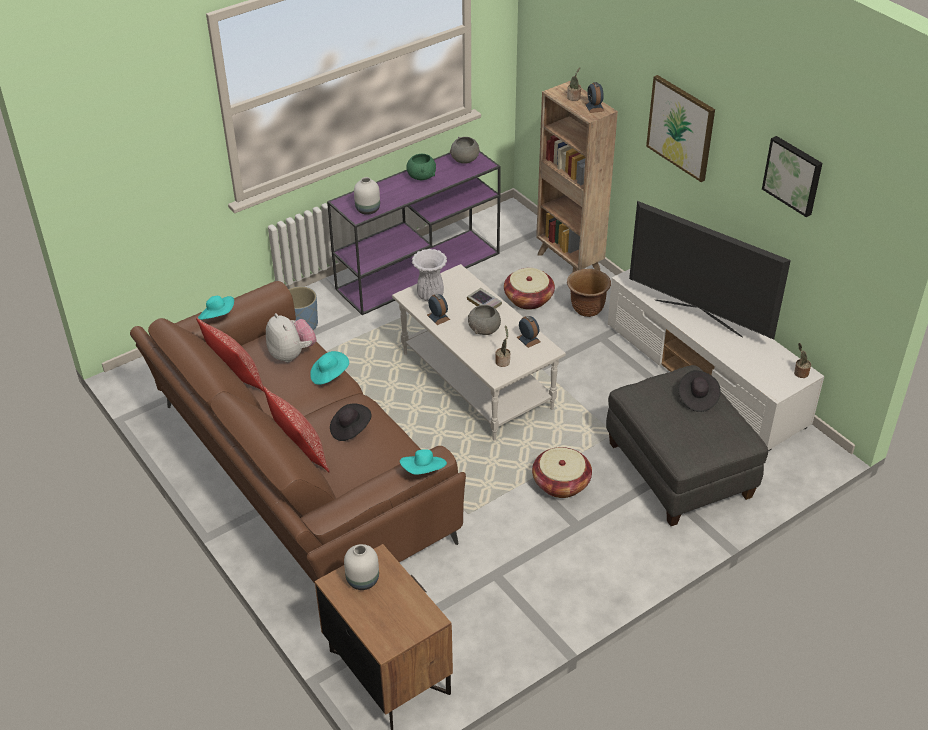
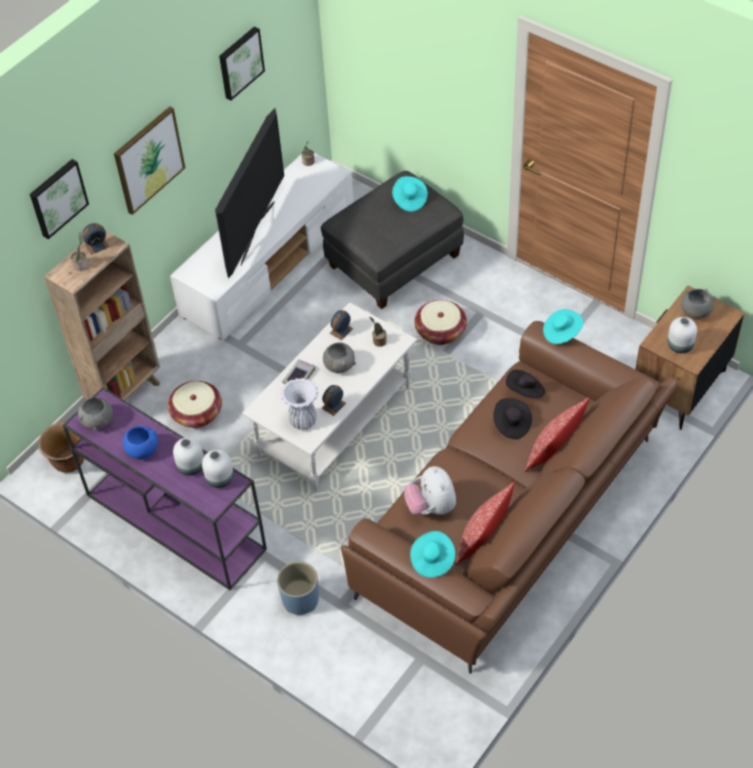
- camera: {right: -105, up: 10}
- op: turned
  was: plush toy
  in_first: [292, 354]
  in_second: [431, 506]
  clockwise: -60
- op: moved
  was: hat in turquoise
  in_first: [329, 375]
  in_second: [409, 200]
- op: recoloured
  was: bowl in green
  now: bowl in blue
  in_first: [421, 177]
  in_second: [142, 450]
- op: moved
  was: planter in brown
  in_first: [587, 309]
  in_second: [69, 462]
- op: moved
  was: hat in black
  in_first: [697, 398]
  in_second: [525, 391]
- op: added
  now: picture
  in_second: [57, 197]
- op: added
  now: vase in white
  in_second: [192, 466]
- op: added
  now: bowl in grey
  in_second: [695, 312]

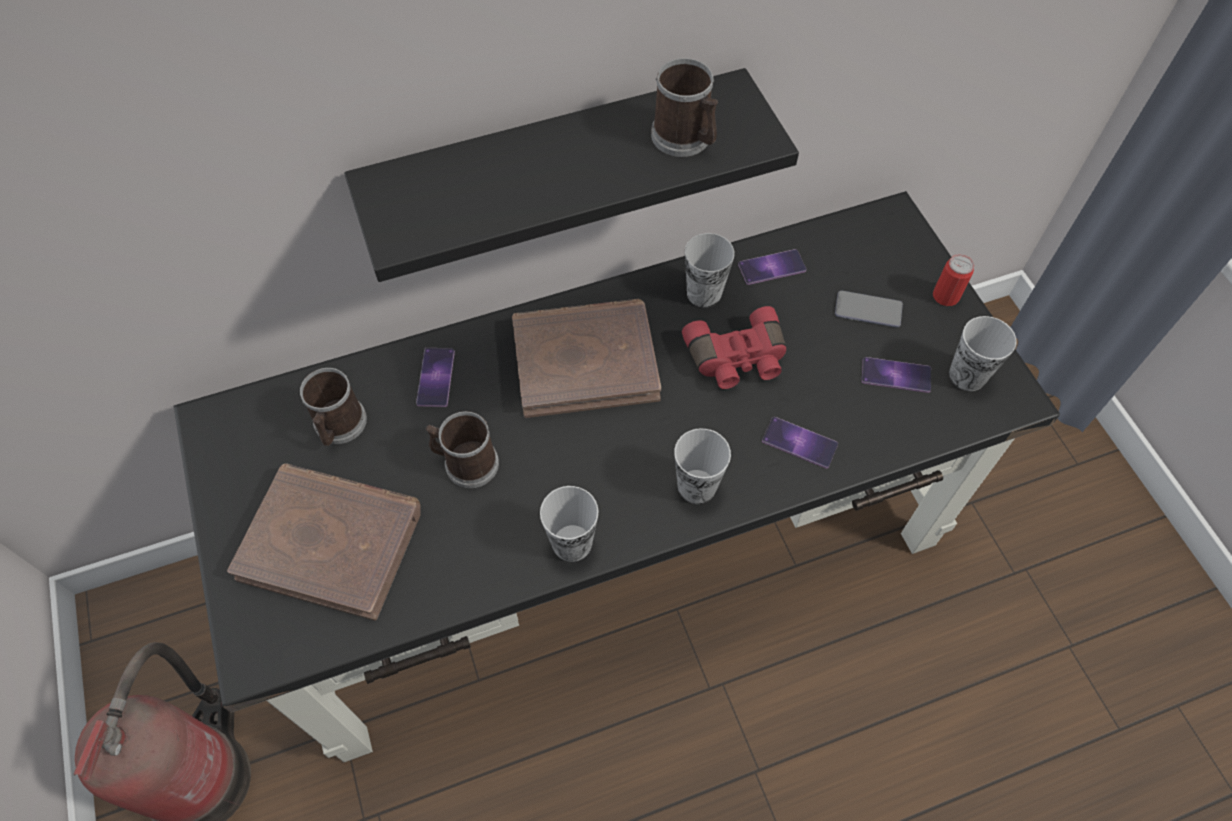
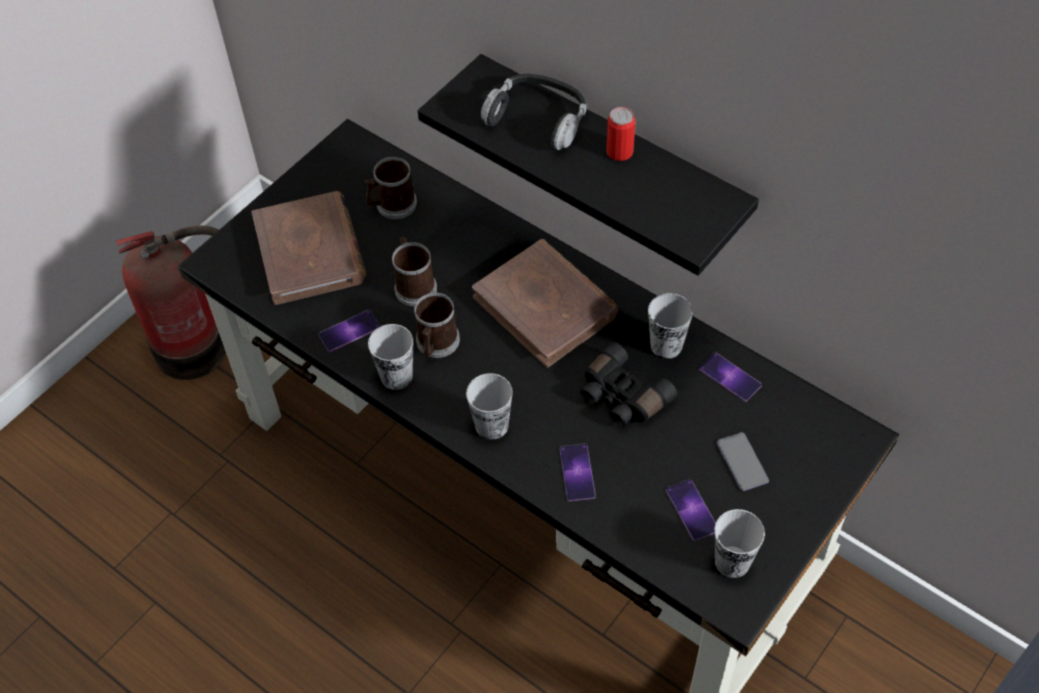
- camera: {right: 60, up: -5}
- op: moved
  was: phone
  in_first: [435, 377]
  in_second: [349, 331]
- op: moved
  was: mug
  in_first: [685, 139]
  in_second: [436, 344]
- op: recoloured
  was: binoculars in red
  now: binoculars in black
  in_first: [737, 359]
  in_second: [621, 397]
- op: moved
  was: can
  in_first: [945, 296]
  in_second: [619, 152]
- op: added
  now: headphones
  in_second: [538, 118]

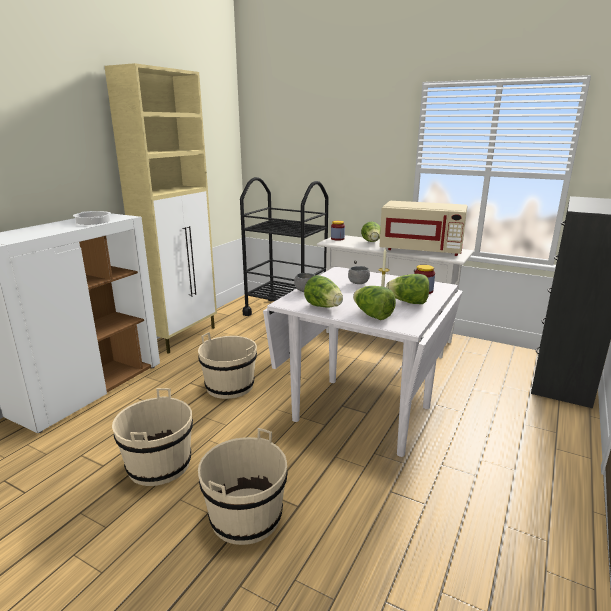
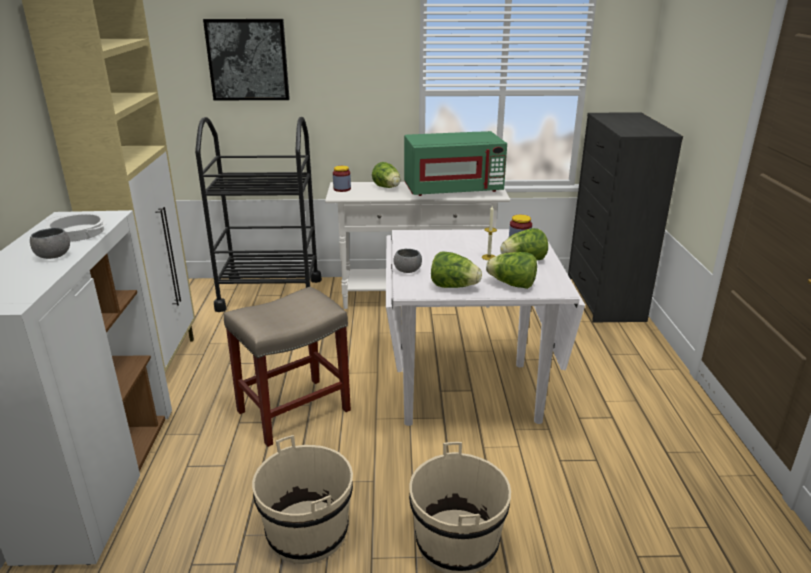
- camera: {right: -30, up: 5}
- op: replaced
  was: bucket in beige
  now: stool in beige
  in_first: [230, 386]
  in_second: [295, 410]
- op: moved
  was: bowl in grey
  in_first: [358, 283]
  in_second: [53, 256]
- op: recoloured
  was: microwave in beige
  now: microwave in green
  in_first: [421, 250]
  in_second: [453, 190]
- op: added
  now: picture
  in_second: [248, 60]

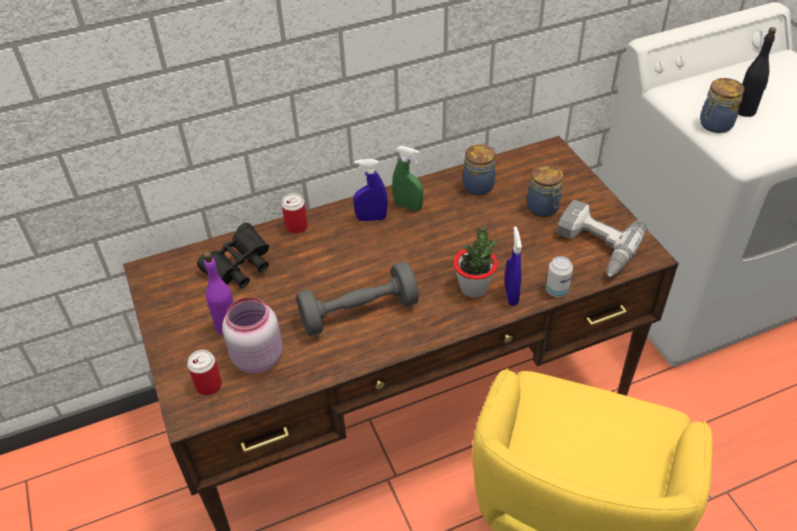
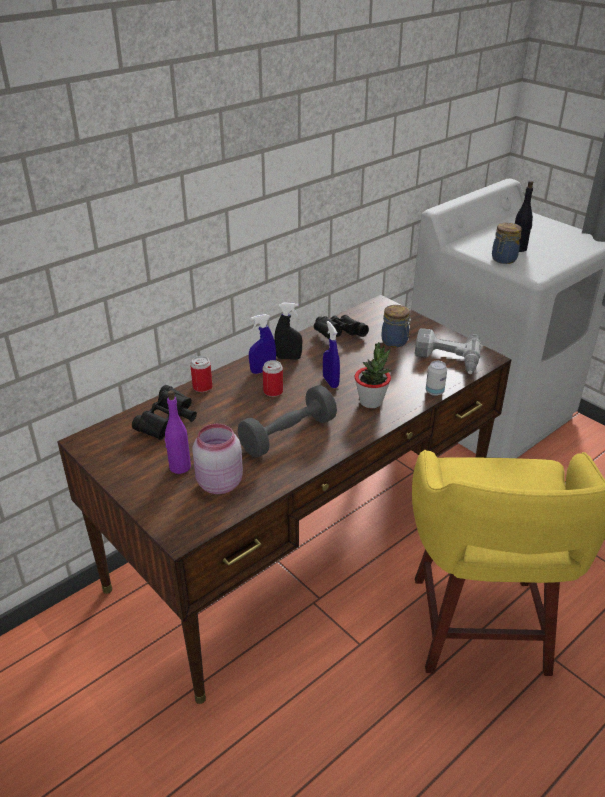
- camera: {right: -20, up: -10}
- op: moved
  was: can
  in_first: [208, 385]
  in_second: [273, 391]
- op: recoloured
  was: spray bottle in green
  now: spray bottle in black
  in_first: [408, 206]
  in_second: [288, 358]
- op: replaced
  was: jar
  now: binoculars in black
  in_first: [479, 186]
  in_second: [338, 335]
- op: moved
  was: spray bottle in blue
  in_first: [511, 295]
  in_second: [330, 382]

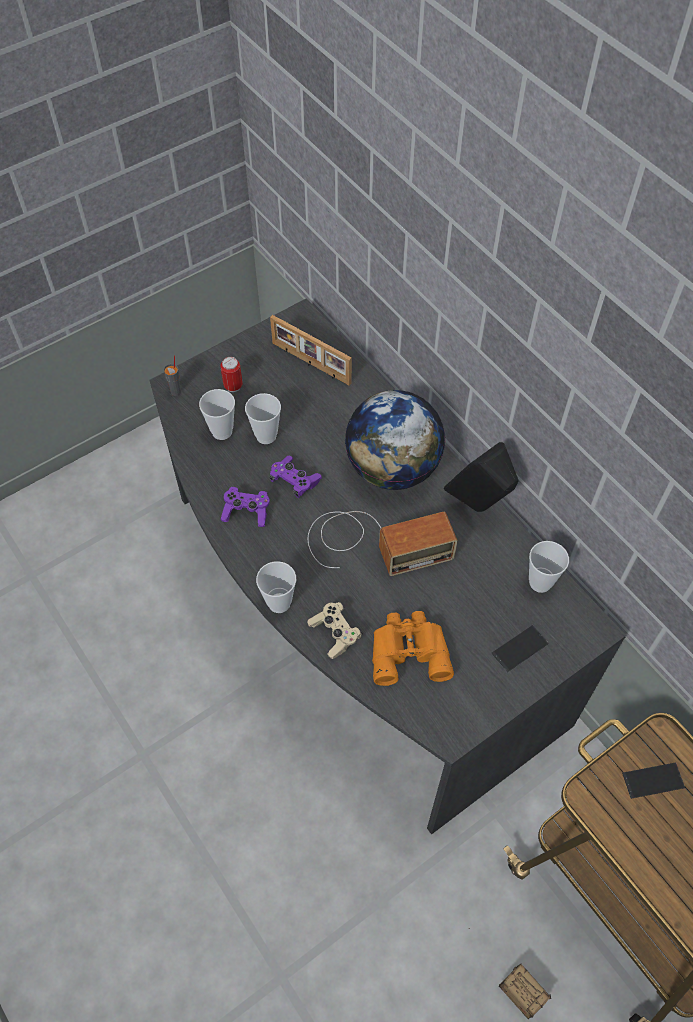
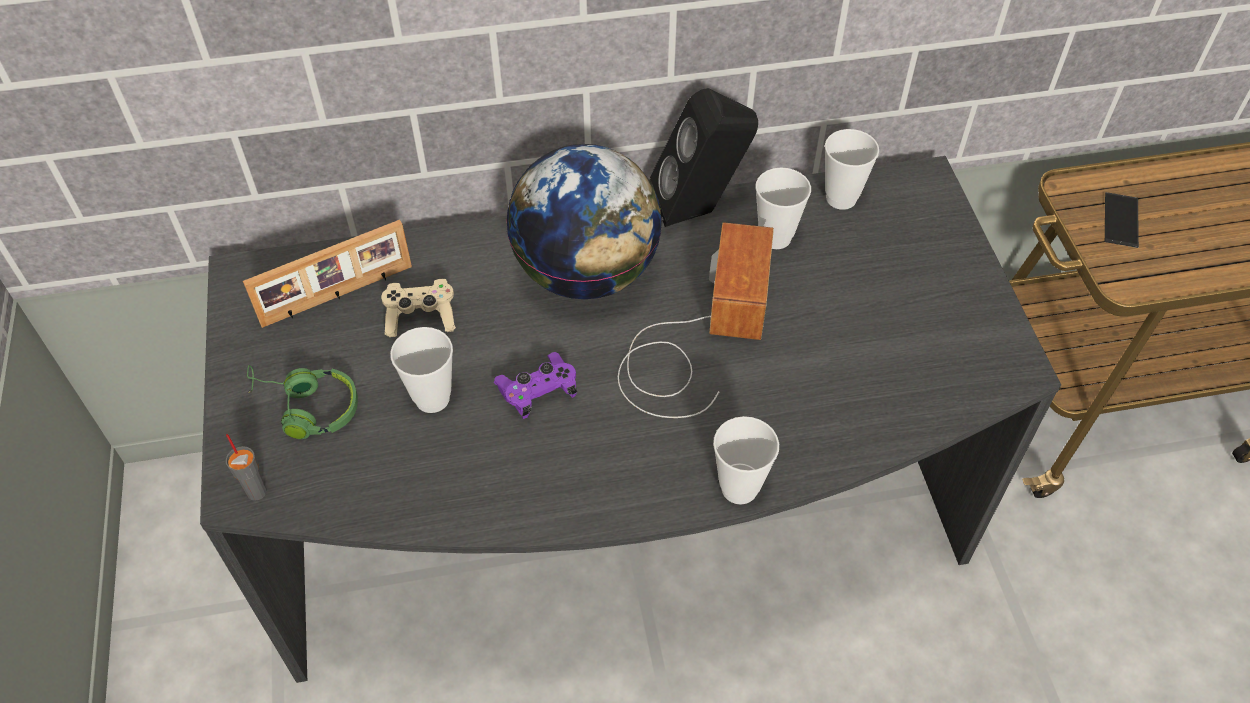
- camera: {right: -65, up: -5}
- op: moved
  was: cup
  in_first: [222, 431]
  in_second: [775, 237]
- op: replaced
  was: can
  now: headphones in green
  in_first: [233, 386]
  in_second: [306, 407]
- op: removed
  was: game controller in purple
  in_first: [246, 512]
- op: moved
  was: game controller in beige
  in_first: [335, 633]
  in_second: [421, 317]
- op: removed
  was: binoculars in orange
  in_first: [408, 650]
- op: removed
  was: storage box
  in_first: [502, 969]
- op: removed
  was: phone
  in_first: [519, 648]

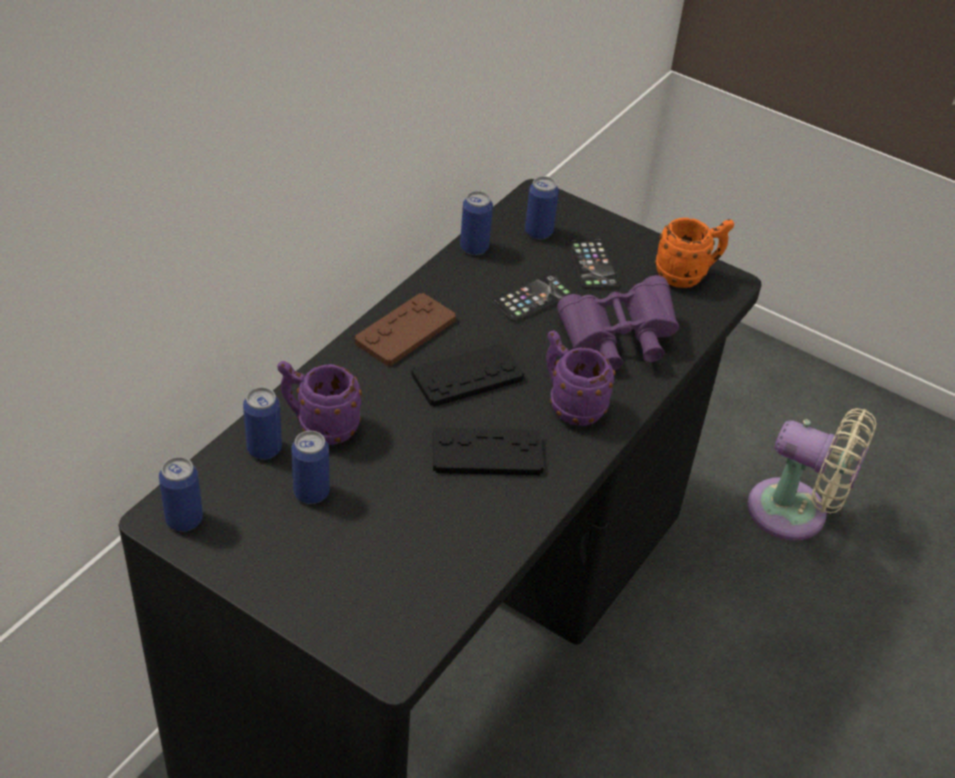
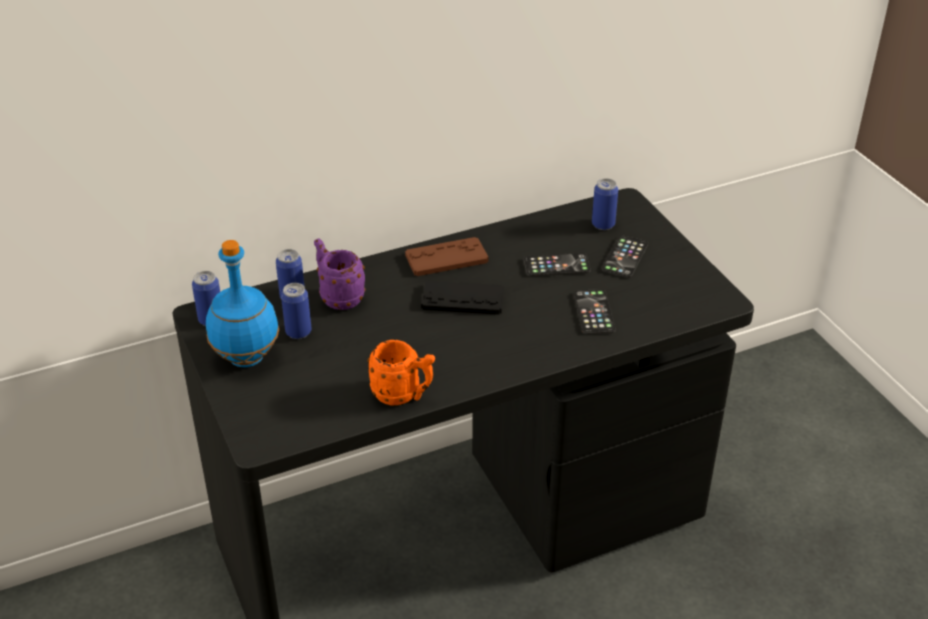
- camera: {right: 35, up: -5}
- op: removed
  was: game controller in black
  in_first: [487, 454]
- op: removed
  was: can
  in_first: [474, 247]
- op: removed
  was: mug in purple
  in_first: [570, 405]
- op: replaced
  was: binoculars in purple
  now: phone
  in_first: [617, 341]
  in_second: [594, 312]
- op: moved
  was: mug in orange
  in_first: [688, 275]
  in_second: [403, 395]
- op: removed
  was: fan in beige
  in_first: [795, 514]
- op: added
  now: bottle in blue
  in_second: [247, 358]

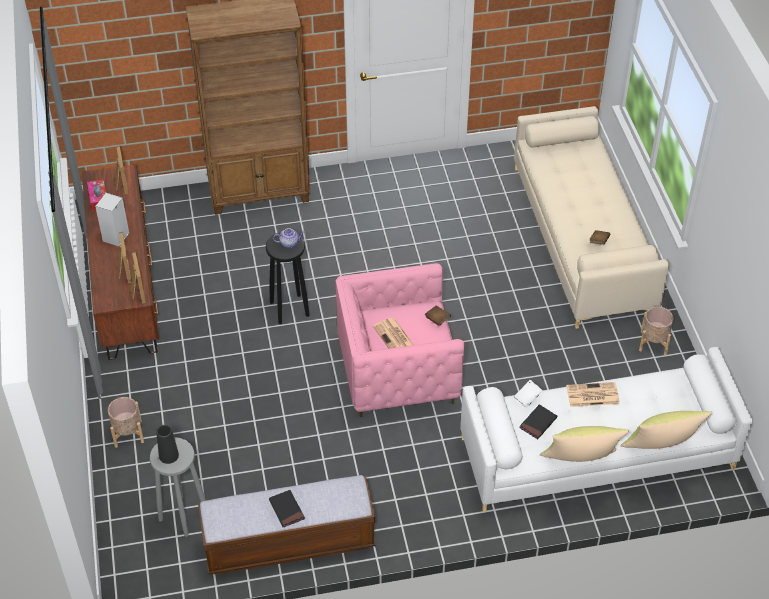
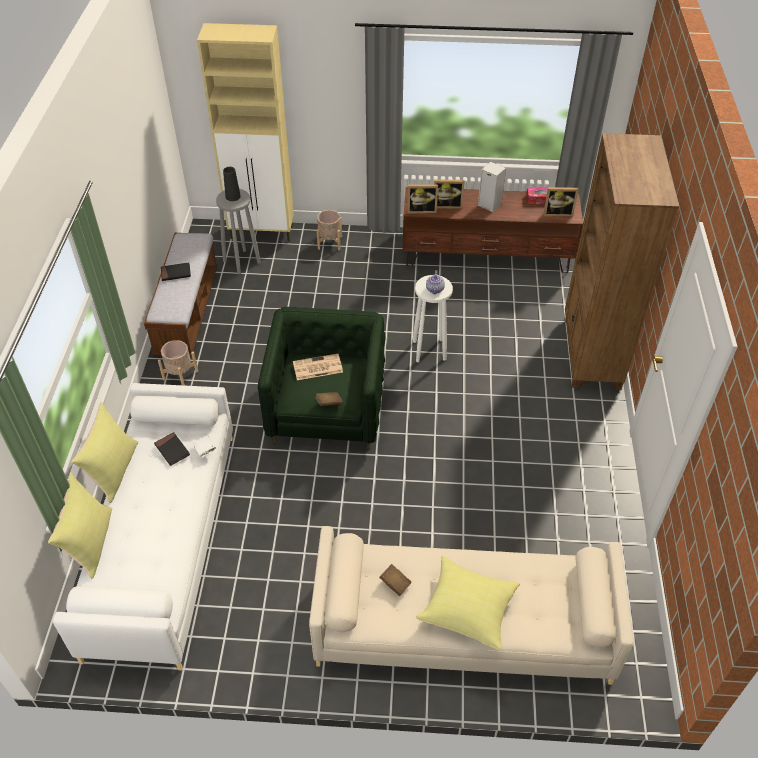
- camera: {right: 105, up: 0}
- op: recoloured
  was: stool in black
  now: stool in white
  in_first: [289, 308]
  in_second: [430, 350]
- op: recoloured
  was: armchair in pink
  now: armchair in green
  in_first: [397, 371]
  in_second: [327, 410]
- op: removed
  was: newspaper
  in_first: [592, 395]
- op: moved
  was: planter in beige
  in_first: [653, 342]
  in_second: [180, 375]
- op: added
  now: cabinet in beige
  in_second: [263, 232]
- op: added
  now: pillow in yellow
  in_second: [468, 609]

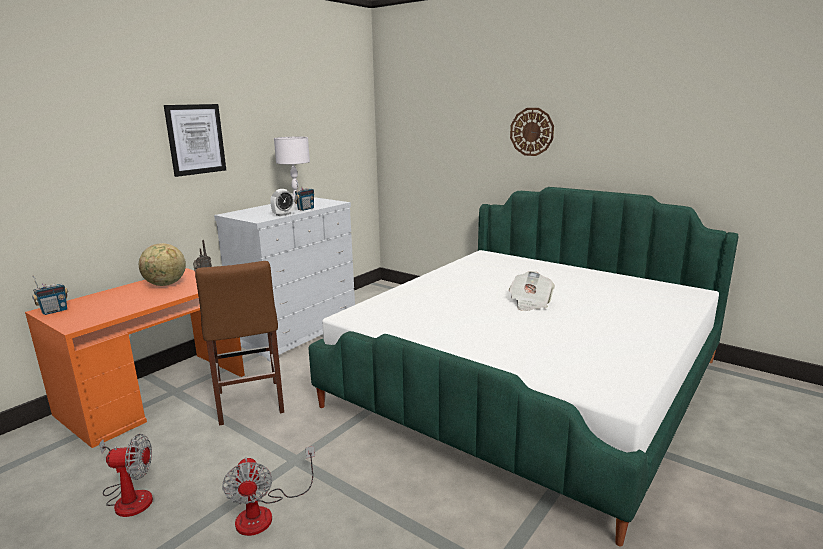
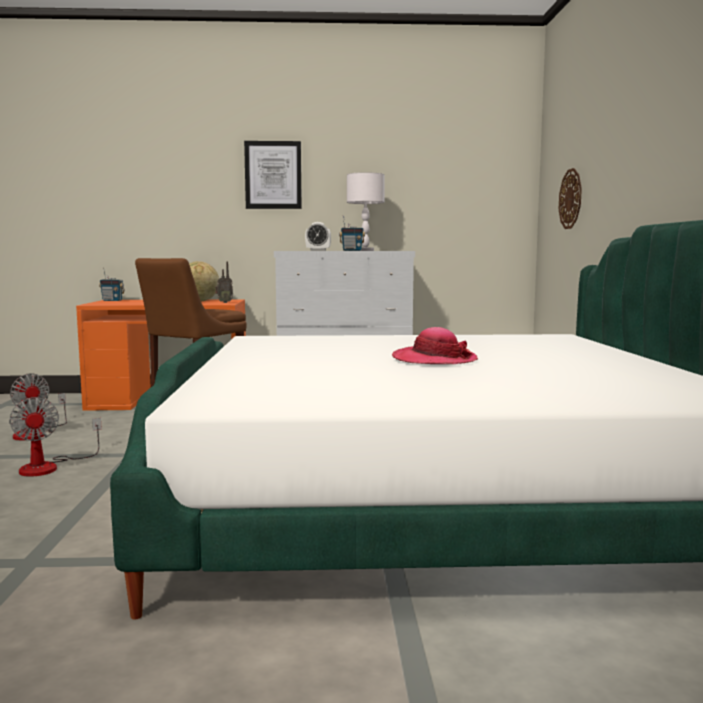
- camera: {right: 50, up: -10}
- op: turned
  was: fan
  in_first: [265, 513]
  in_second: [49, 466]
  clockwise: -60
- op: replaced
  was: newspaper
  now: hat
  in_first: [530, 303]
  in_second: [434, 360]
- op: moved
  was: wall clock
  in_first: [531, 132]
  in_second: [570, 199]

